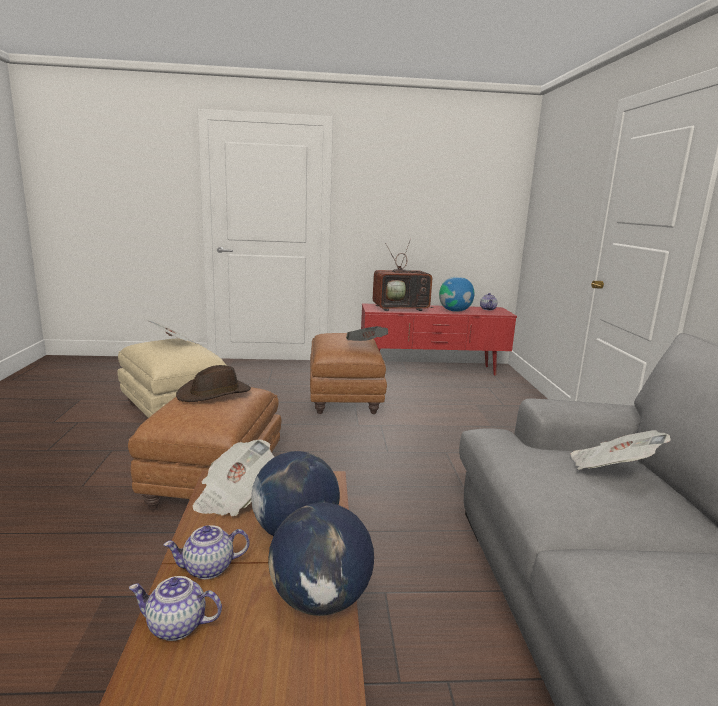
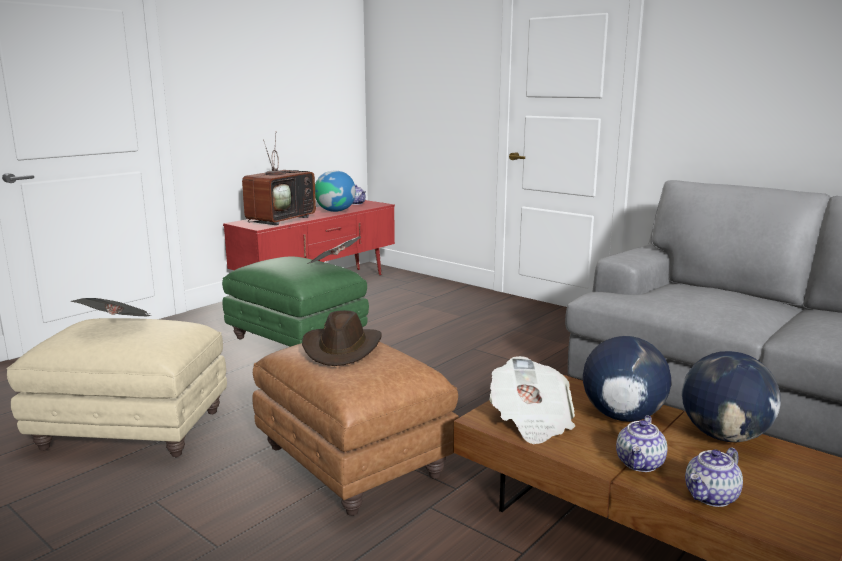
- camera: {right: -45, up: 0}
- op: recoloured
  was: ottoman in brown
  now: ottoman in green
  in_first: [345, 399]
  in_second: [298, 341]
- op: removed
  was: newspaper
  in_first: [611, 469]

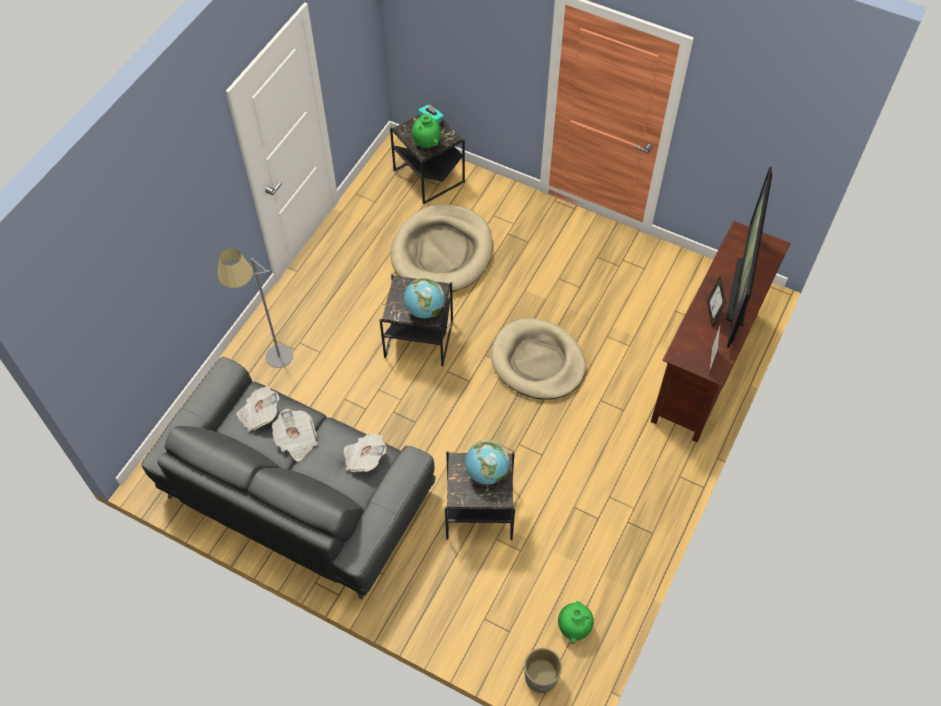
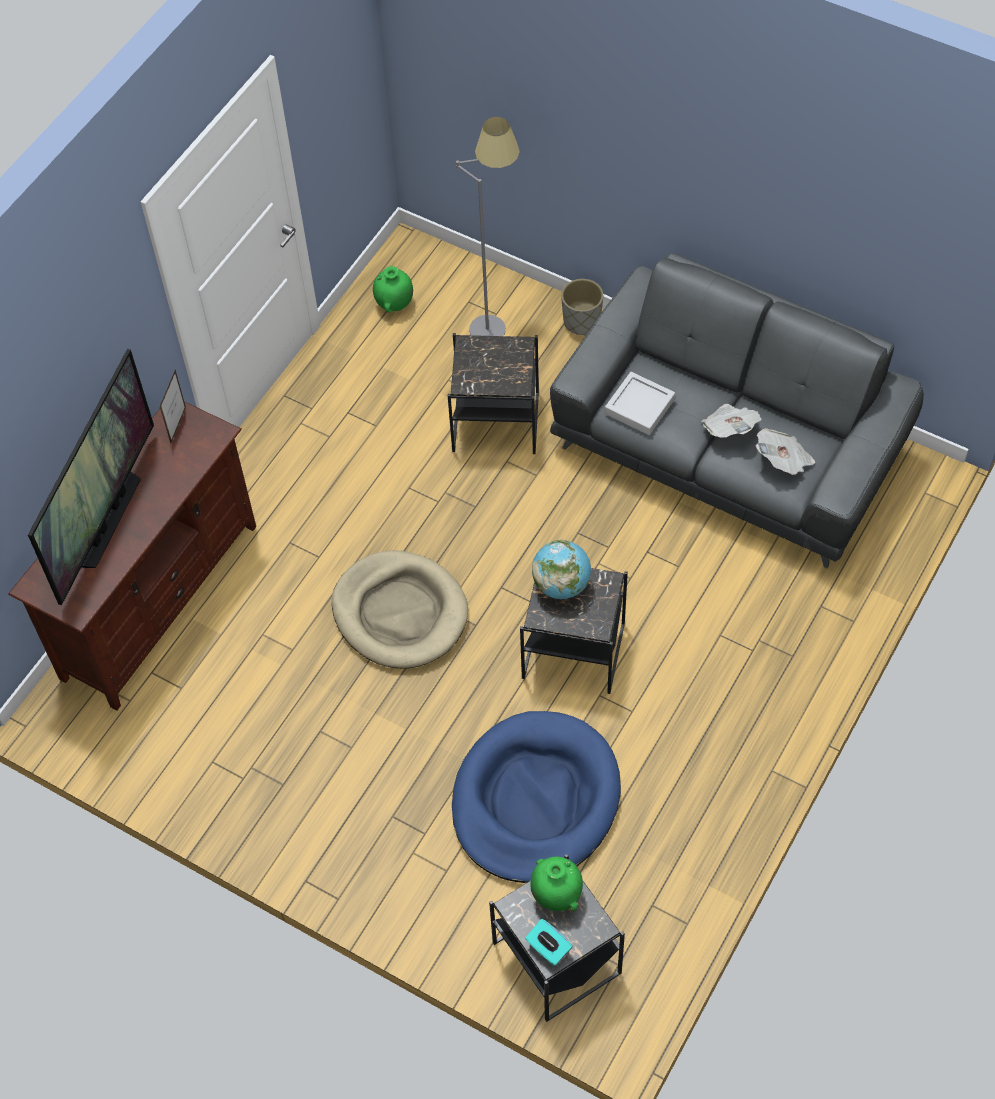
- camera: {right: -175, up: 0}
- op: moved
  was: floor lamp in grey
  in_first: [273, 366]
  in_second: [495, 317]
- op: replaced
  was: newspaper
  now: tray in grey
  in_first: [364, 458]
  in_second: [639, 407]
- op: recoloured
  was: dog bed in beige
  now: dog bed in blue
  in_first: [442, 252]
  in_second: [535, 800]
- op: removed
  was: globe
  in_first: [486, 472]
- op: moved
  was: planter in grey
  in_first: [540, 677]
  in_second: [582, 321]
- op: removed
  was: picture frame
  in_first: [712, 313]

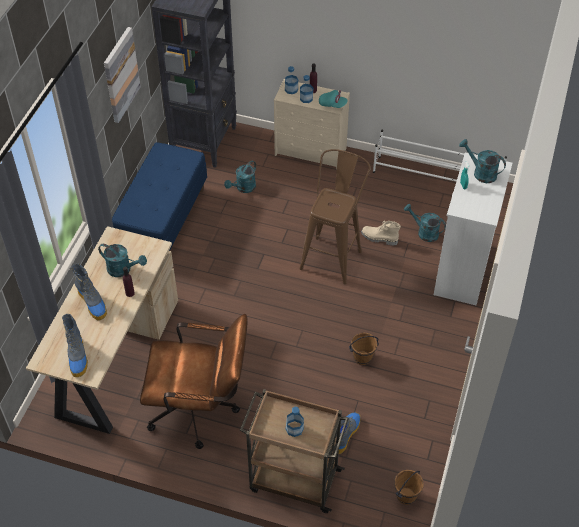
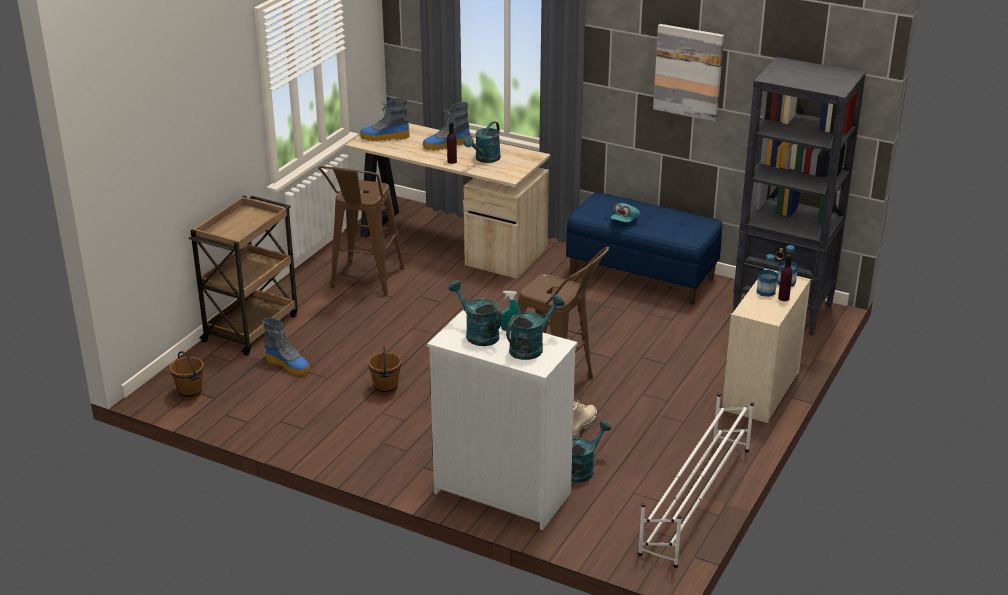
- camera: {right: 100, up: -20}
- op: replaced
  was: office chair in brown
  now: stool in brown
  in_first: [200, 409]
  in_second: [364, 282]
- op: moved
  was: watering can in turquoise
  in_first: [243, 188]
  in_second: [477, 334]
- op: removed
  was: bottle
  in_first: [294, 429]
- op: moved
  was: cap in turquoise
  in_first: [332, 104]
  in_second: [624, 221]

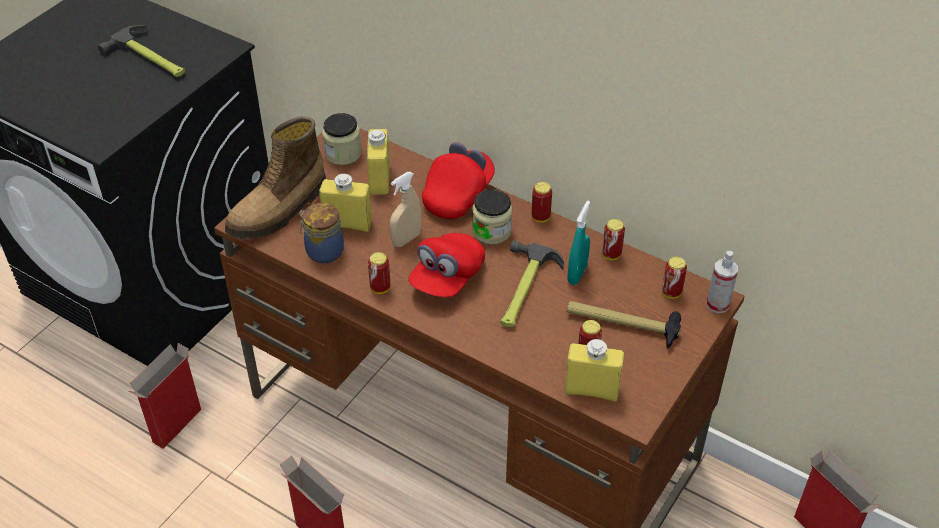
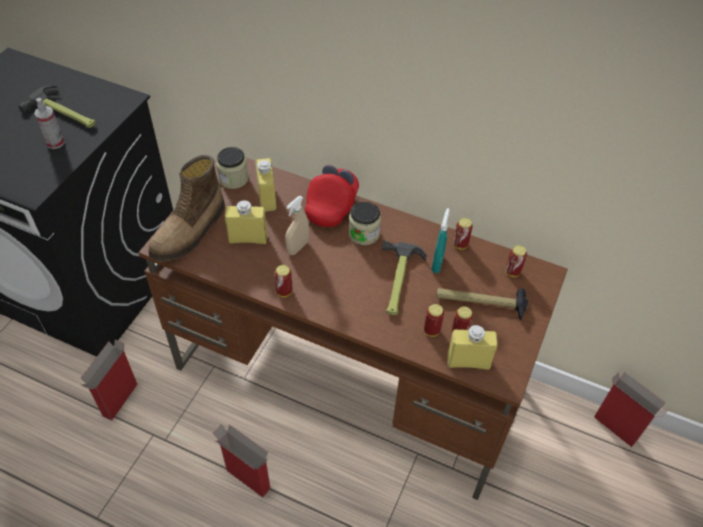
- camera: {right: -10, up: 5}
- op: removed
  was: jar
  in_first: [323, 251]
- op: removed
  was: cap in red
  in_first: [447, 277]
- op: moved
  was: can
  in_first: [540, 217]
  in_second: [431, 330]
- op: moved
  was: spray bottle
  in_first: [717, 304]
  in_second: [55, 143]

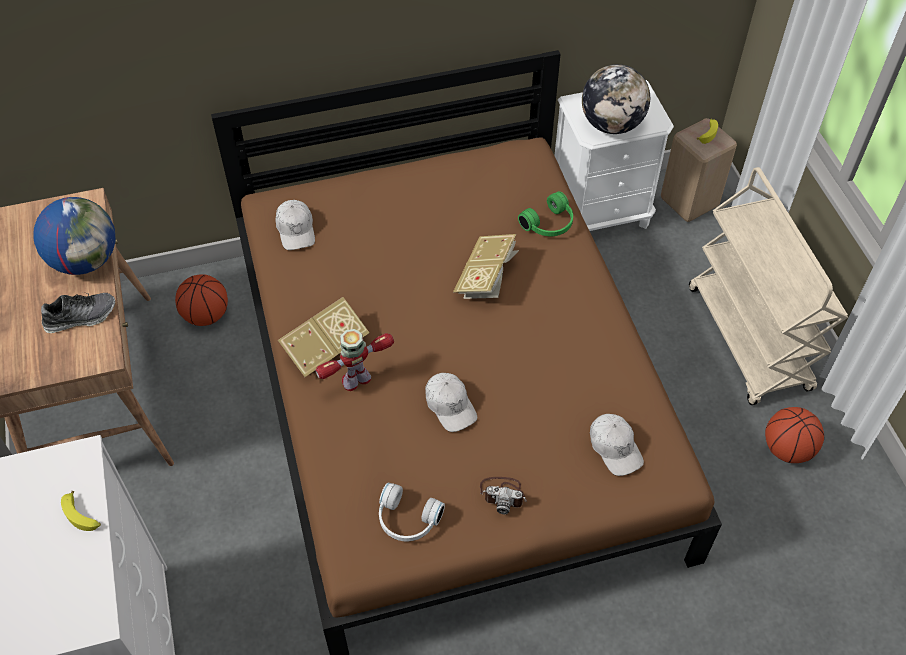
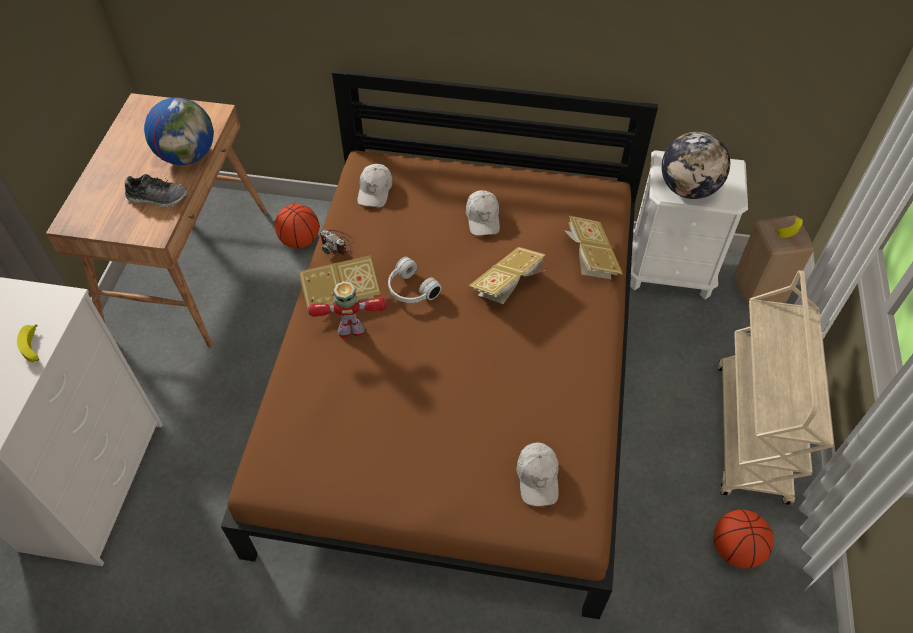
- camera: {right: 25, up: 0}
- op: moved
  was: headphones in white
  in_first: [406, 521]
  in_second: [410, 290]
- op: moved
  was: cap in white
  in_first: [450, 405]
  in_second: [483, 218]
- op: moved
  was: photo camera
  in_first: [503, 494]
  in_second: [337, 243]
- op: replaced
  was: headphones in green
  now: book
  in_first: [550, 224]
  in_second: [590, 259]

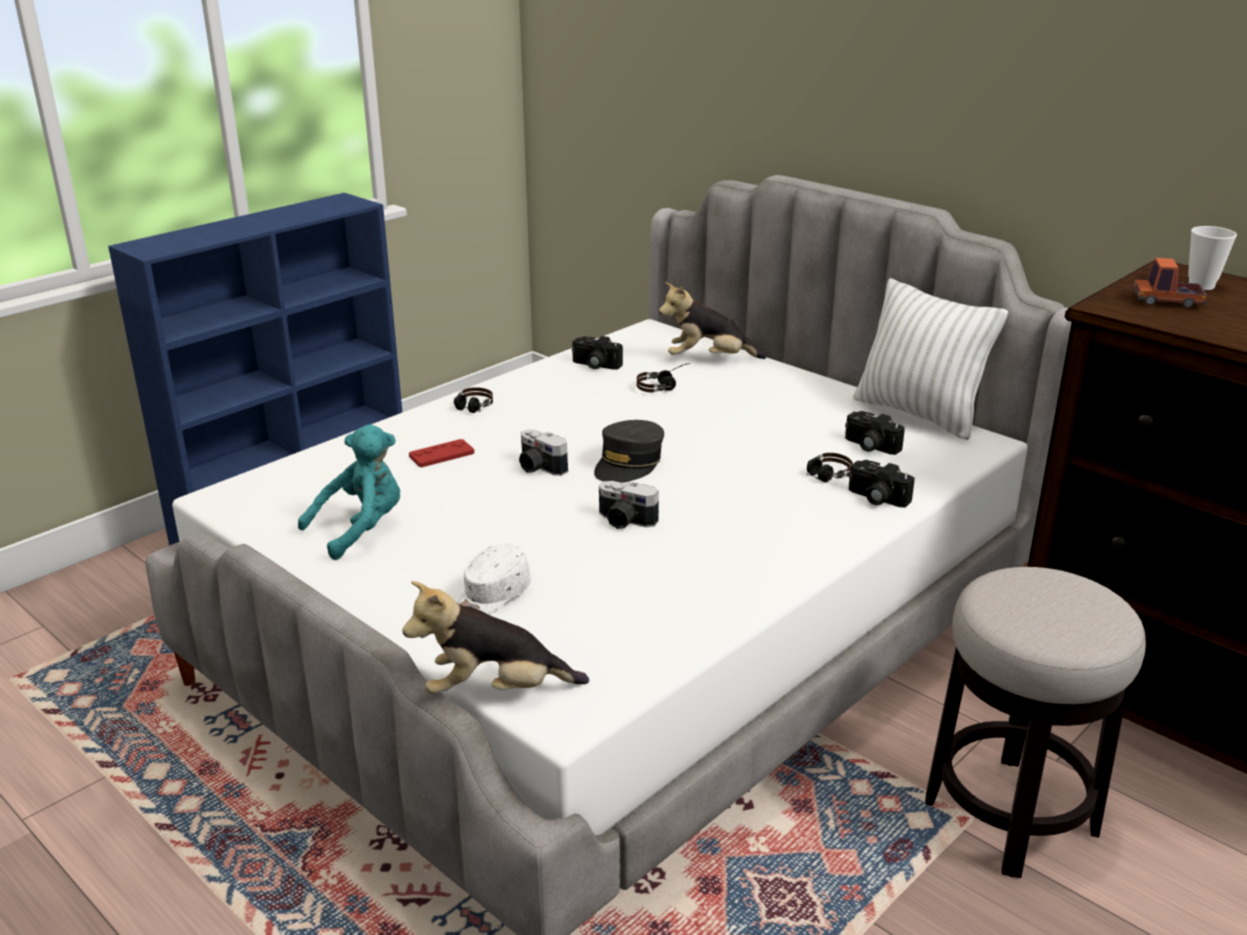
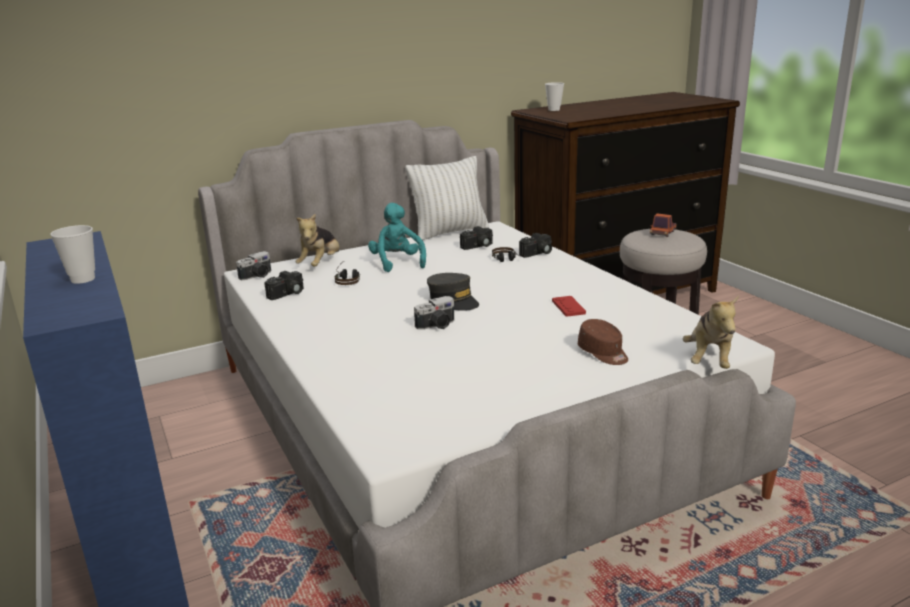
- camera: {right: -70, up: -5}
- op: moved
  was: plush toy in turquoise
  in_first: [361, 529]
  in_second: [397, 263]
- op: moved
  was: game controller in red
  in_first: [441, 454]
  in_second: [568, 307]
- op: removed
  was: headphones
  in_first: [470, 410]
- op: recoloured
  was: cap in white
  now: cap in brown
  in_first: [491, 596]
  in_second: [603, 353]
- op: moved
  was: photo camera
  in_first: [625, 521]
  in_second: [257, 276]
- op: moved
  was: toy truck
  in_first: [1167, 301]
  in_second: [662, 233]
- op: added
  now: cup
  in_second: [83, 279]

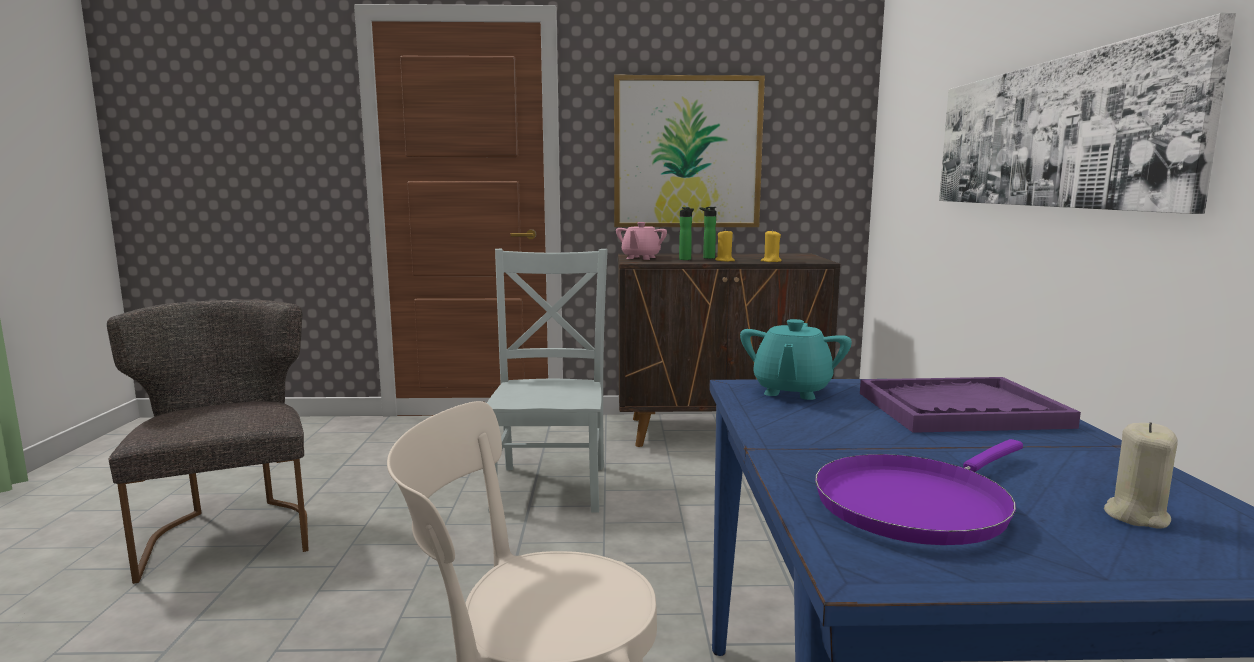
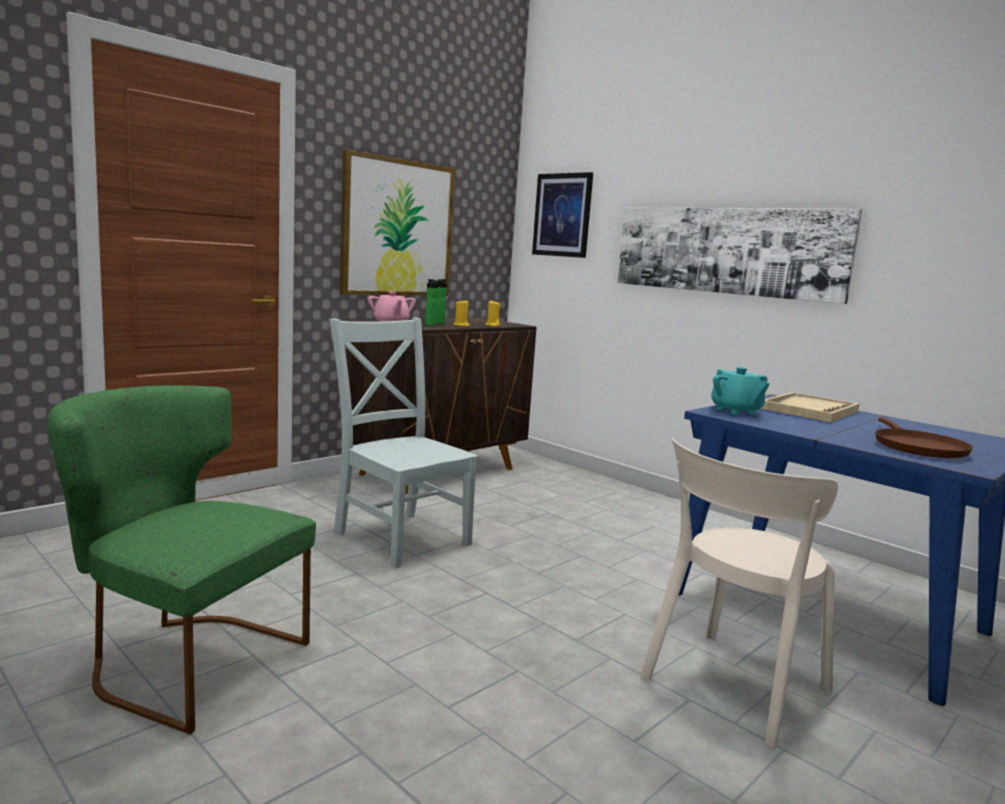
- camera: {right: -45, up: 0}
- op: recoloured
  was: chair in grey
  now: chair in green
  in_first: [230, 531]
  in_second: [184, 660]
- op: recoloured
  was: frying pan in purple
  now: frying pan in brown
  in_first: [917, 504]
  in_second: [917, 447]
- op: recoloured
  was: tray in purple
  now: tray in beige
  in_first: [960, 410]
  in_second: [809, 410]
- op: removed
  was: candle in beige
  in_first: [1136, 516]
- op: added
  now: picture
  in_second: [562, 215]

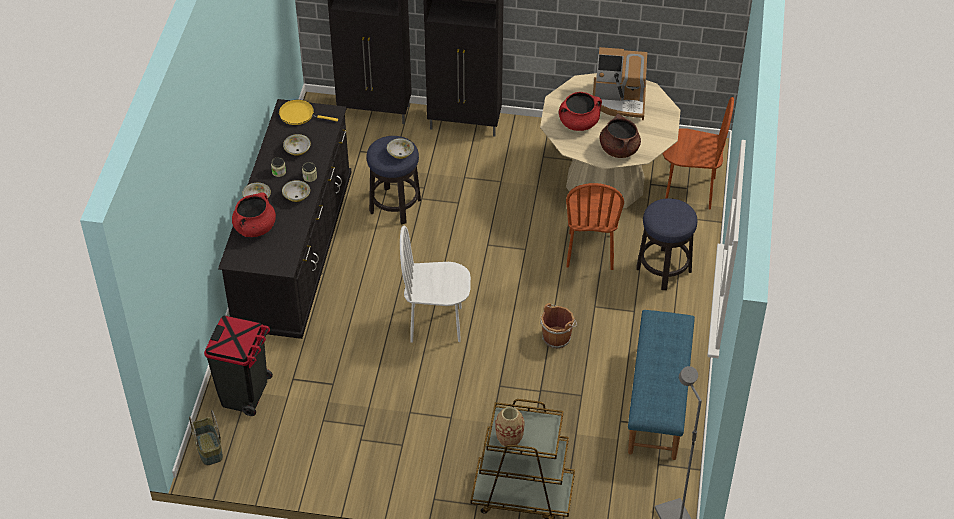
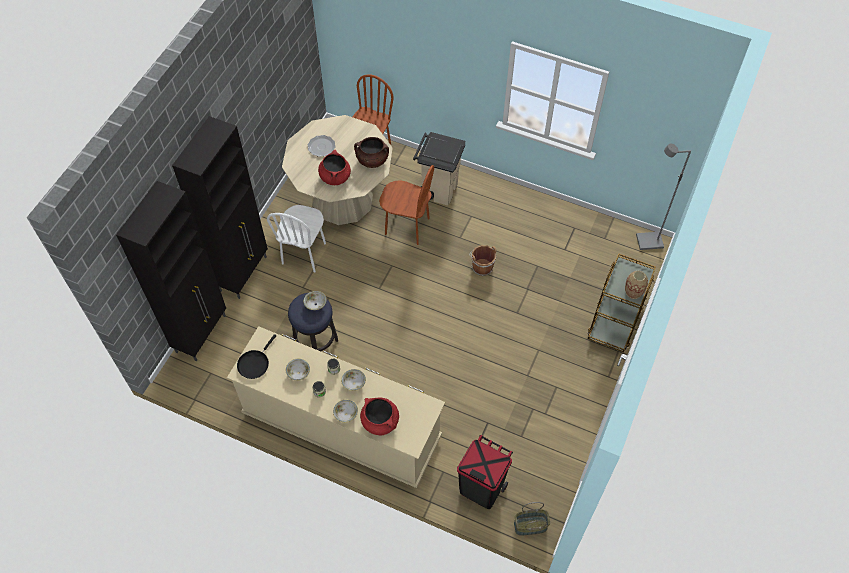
- camera: {right: -75, up: 10}
- op: recoloured
  was: dresser in black
  now: dresser in beige
  in_first: [294, 253]
  in_second: [342, 425]
- op: recoloured
  was: frying pan in yellow
  now: frying pan in black
  in_first: [299, 115]
  in_second: [254, 363]
- op: moved
  was: chair in white
  in_first: [436, 324]
  in_second: [304, 253]
- op: replaced
  was: coffee machine
  now: plate
  in_first: [619, 101]
  in_second: [321, 146]
- op: removed
  was: bench in blue
  in_first: [659, 400]
- op: replaced
  was: stool
  now: trash can in beige
  in_first: [664, 269]
  in_second: [438, 189]

